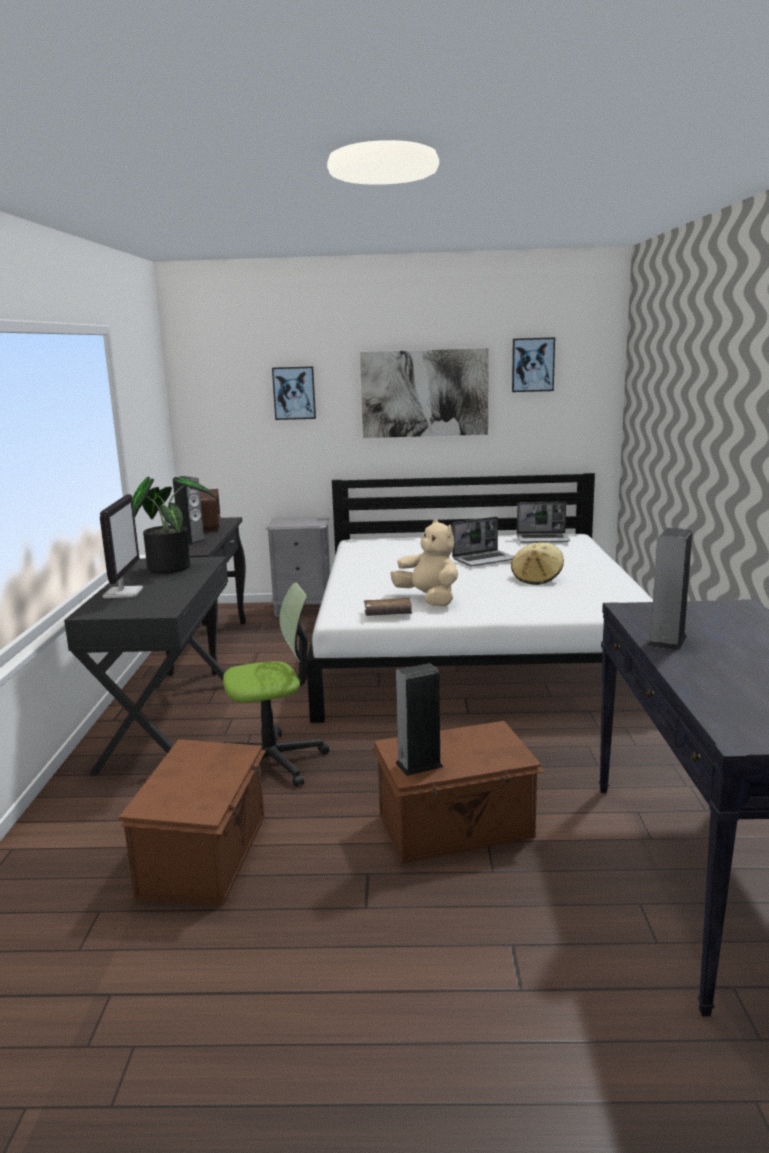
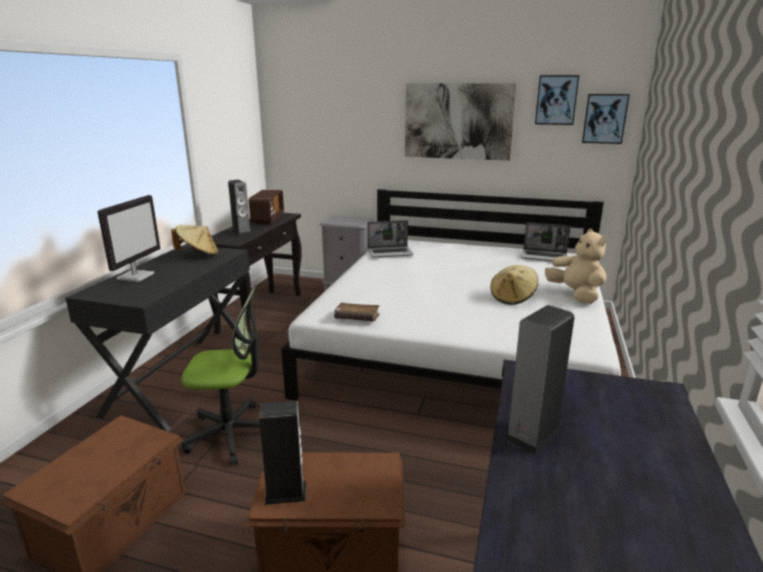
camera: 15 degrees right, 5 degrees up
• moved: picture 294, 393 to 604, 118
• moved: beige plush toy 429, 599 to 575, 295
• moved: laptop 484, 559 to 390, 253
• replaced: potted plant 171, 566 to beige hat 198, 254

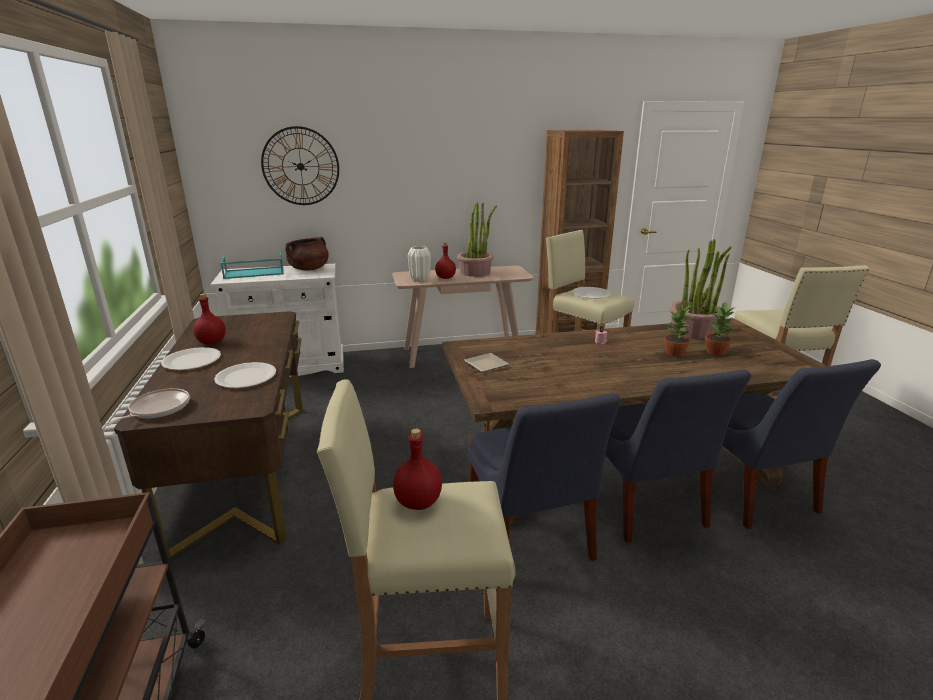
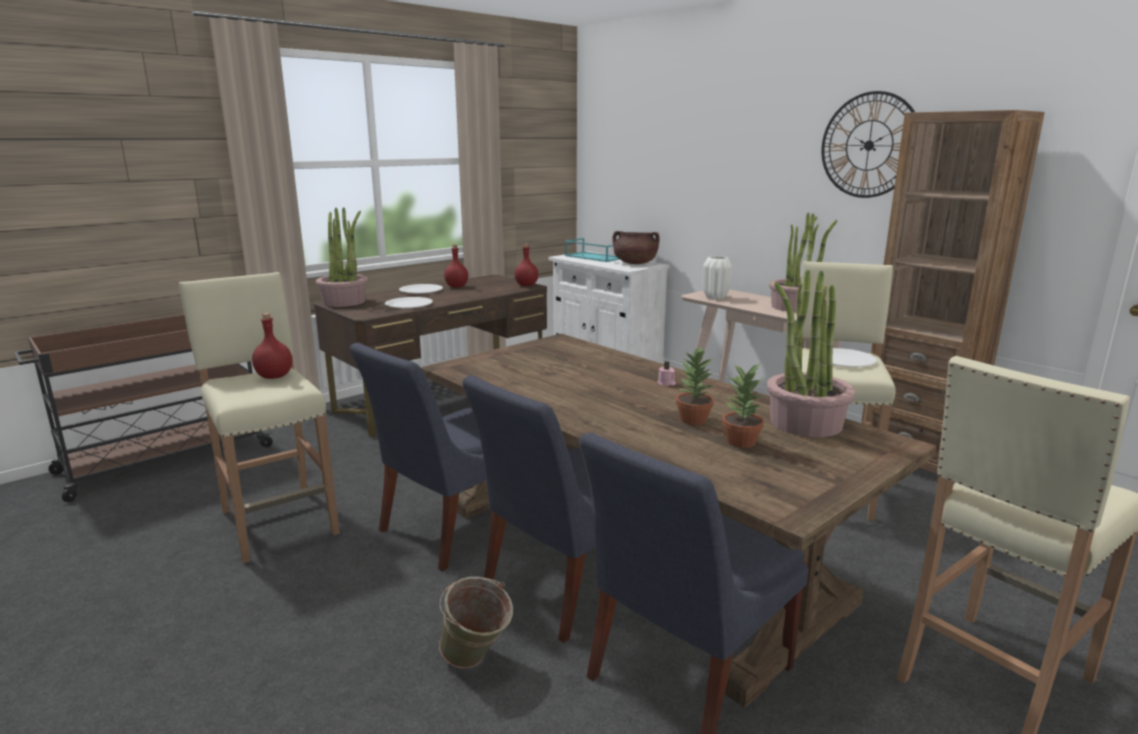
camera: 60 degrees right, 5 degrees down
• removed: plate 488, 365
• added: green bucket 476, 662
• moved: wall clock 300, 166 to 869, 145
• moved: red bottle 446, 278 to 527, 285
• replaced: frying pan 157, 409 to potted plant 344, 302

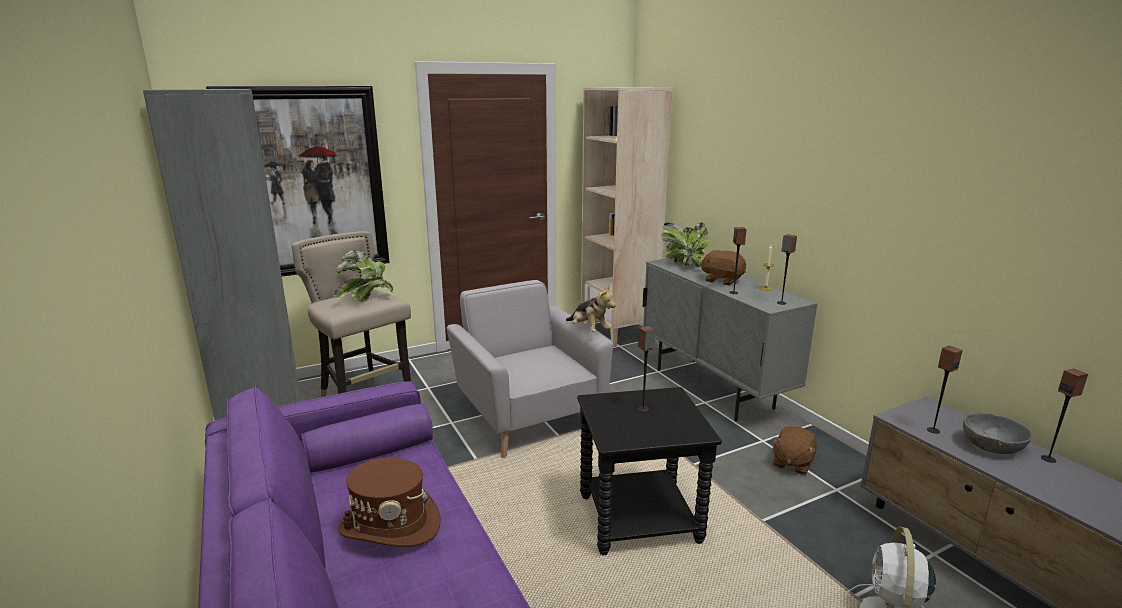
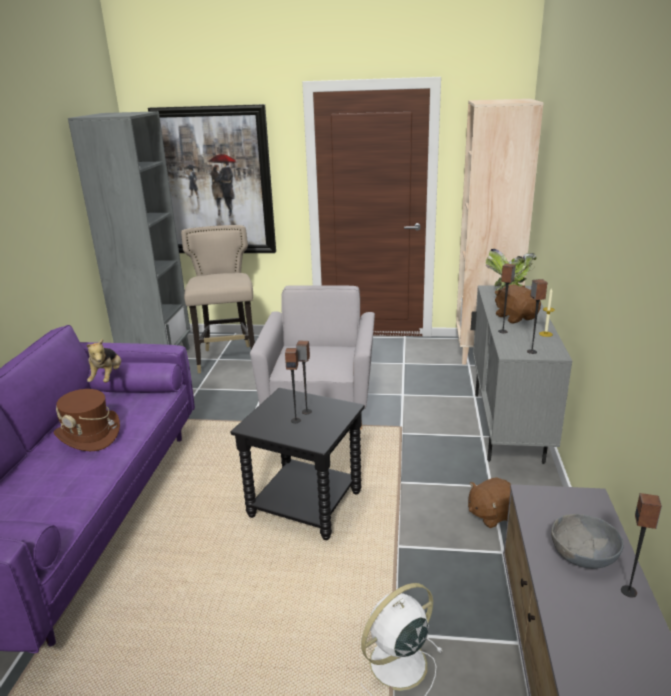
camera: 35 degrees right, 5 degrees up
• removed: potted plant 366, 299
• moved: plush toy 589, 330 to 107, 378
• moved: speaker 933, 430 to 296, 420

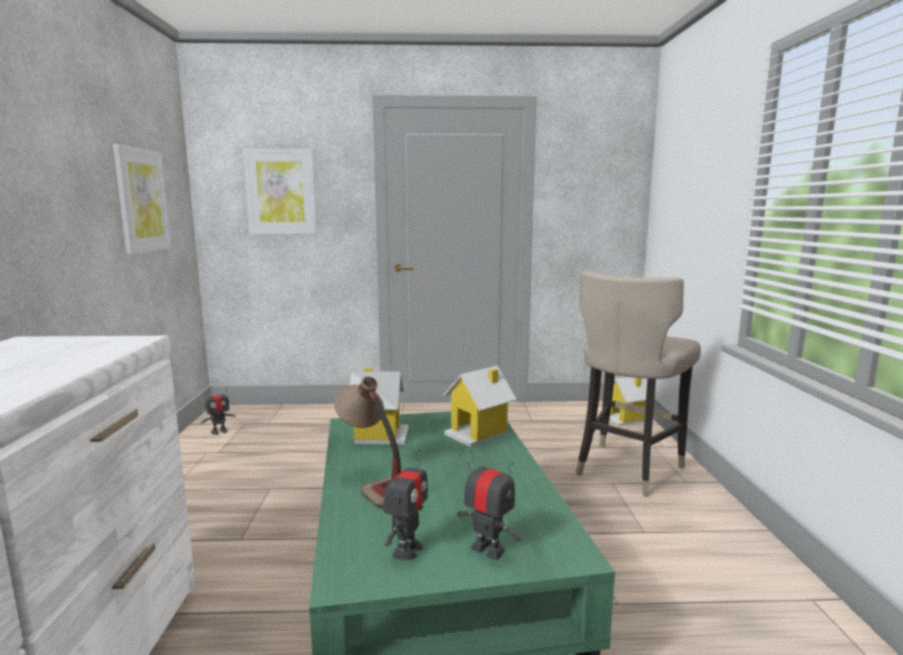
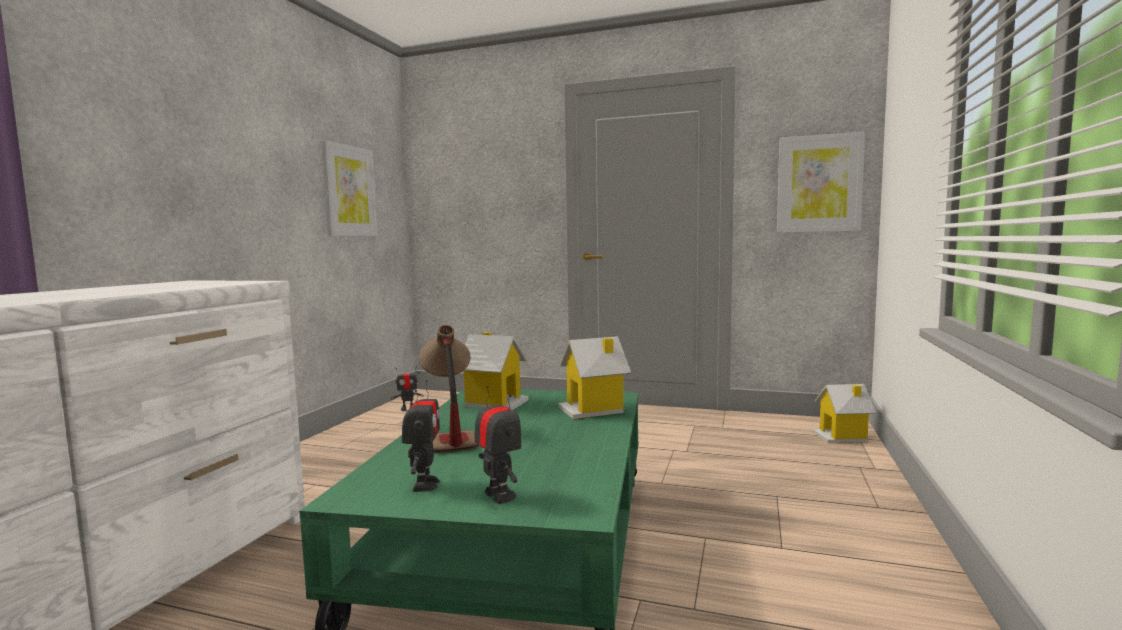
camera: 20 degrees right, 5 degrees down
• removed: beige stool 626, 468
• moved: picture 281, 192 to 819, 184
• turned: toy robot 407, 549 = 424, 484 45 degrees counterclockwise

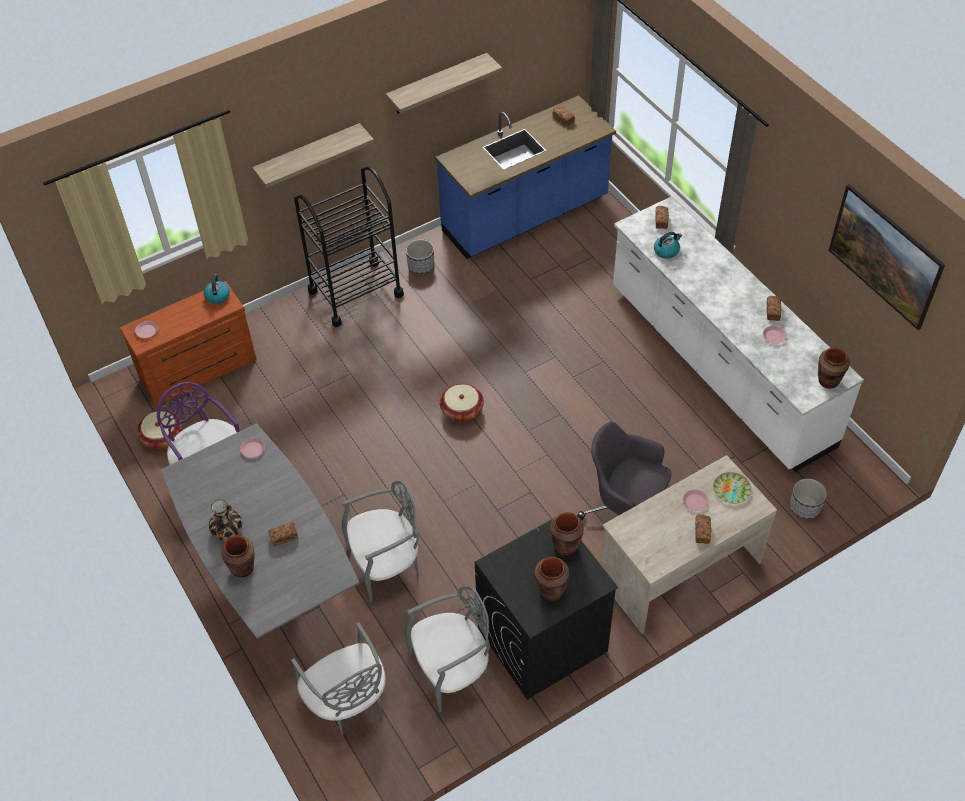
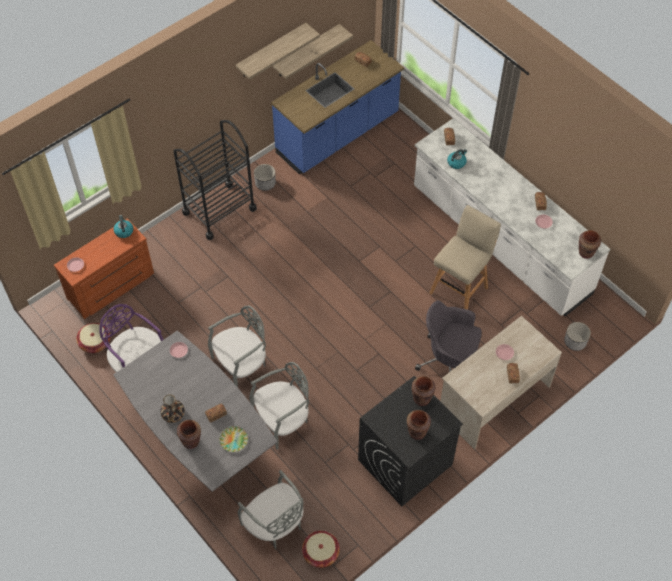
camera: 10 degrees left, 5 degrees up
• removed: picture 879, 272
• added: beige stool 460, 289
• moved: shelf 308, 156 to 306, 51
• moved: grey chair 452, 670 to 241, 365
• moved: basket 462, 410 to 320, 553
• moved: plate 732, 490 to 234, 440

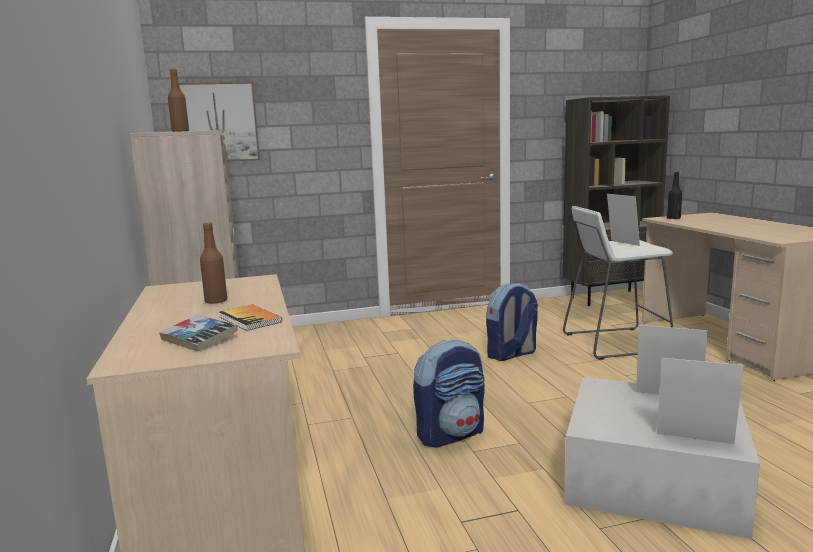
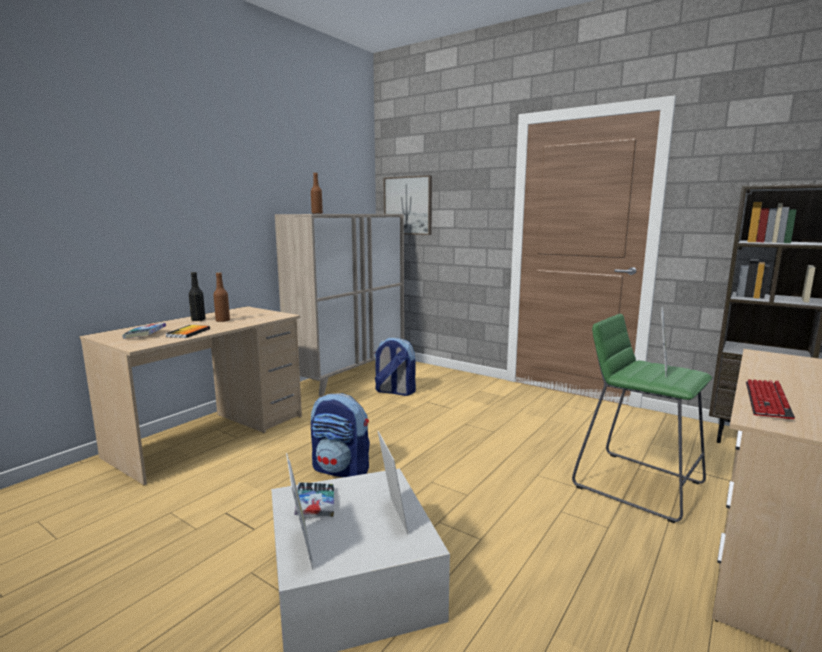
camera: 50 degrees right, 0 degrees up
• added: book 315, 504
• added: keyboard 767, 400
• moved: backpack 511, 354 to 394, 391
• moved: black bottle 673, 218 to 198, 320
• recoloured: white stool 615, 343 to green stool 637, 484

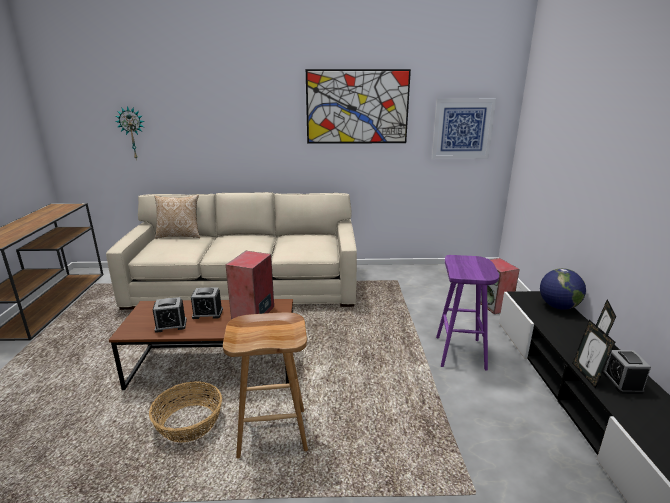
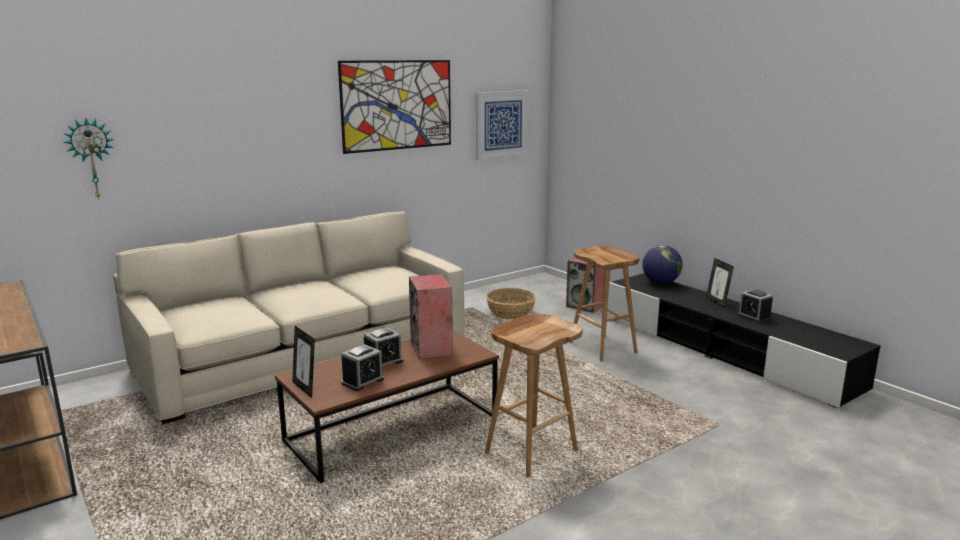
camera: 35 degrees left, 5 degrees down
• removed: pillow 179, 235
• moved: basket 189, 423 to 510, 313
• moved: picture frame 586, 375 to 305, 388
• recoloured: purple stool 461, 353 to brown stool 603, 347

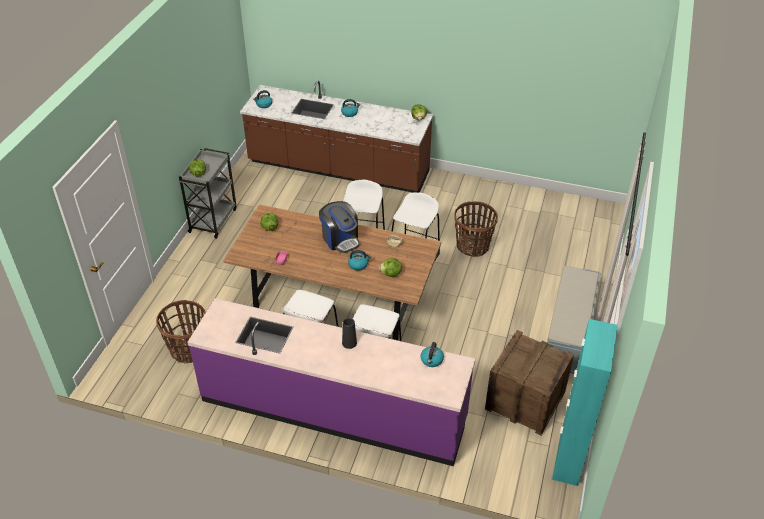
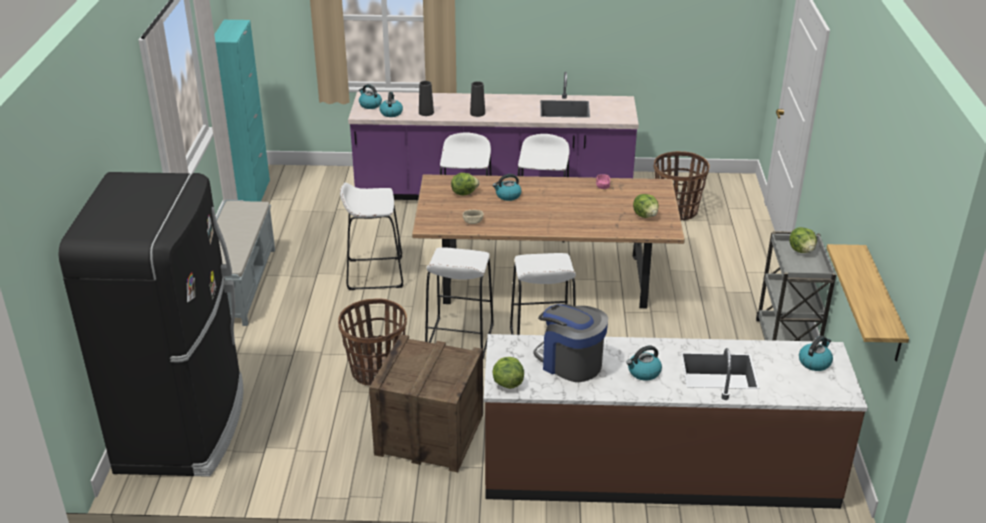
camera: 165 degrees right, 10 degrees down
• added: black fridge 184, 426
• added: white stool 375, 273
• added: kettle 370, 105
• added: black vase 426, 112
• added: shelf 882, 304
• moved: coffee machine 340, 239 to 570, 362
• moved: crate 525, 401 to 429, 435

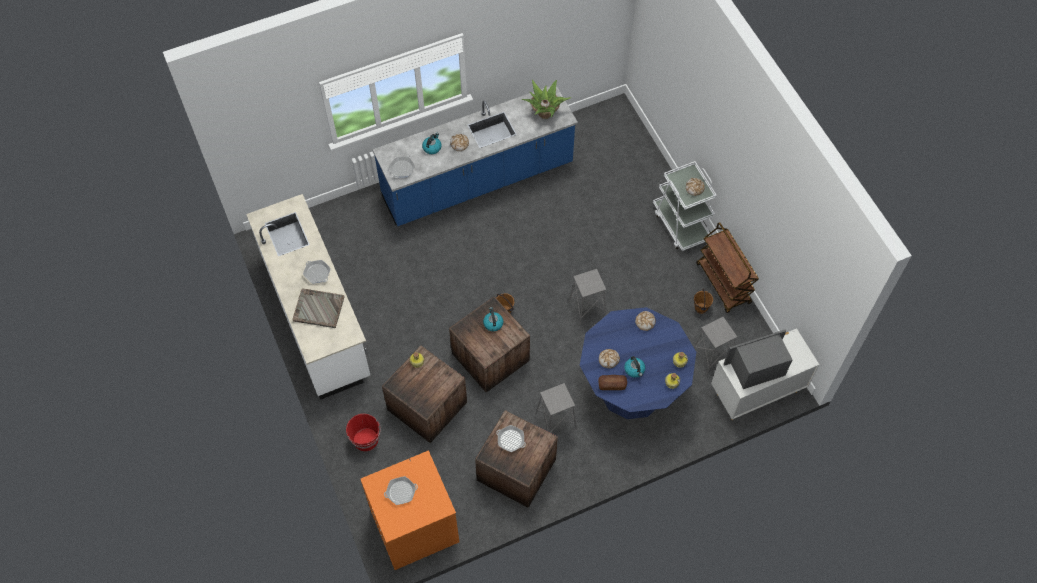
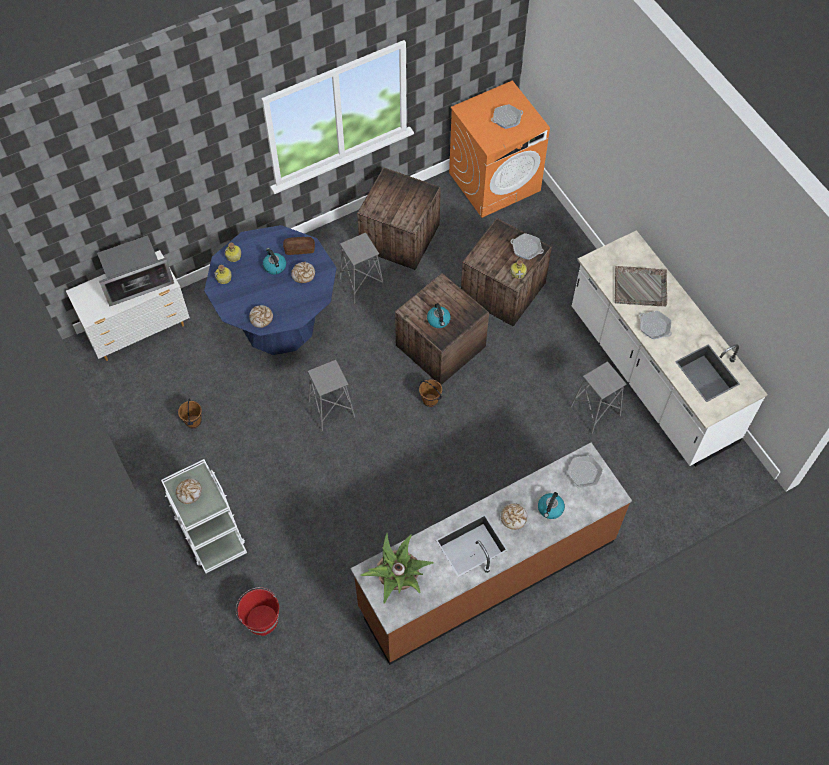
camera: 175 degrees right, 0 degrees up
• removed: brown cart 723, 284
• moved: red bucket 366, 439 to 261, 619
• moved: frying pan 511, 440 to 526, 248
• moved: grey stool 711, 357 to 595, 411
• recoloured: blue counter 478, 182 to brown counter 487, 573

